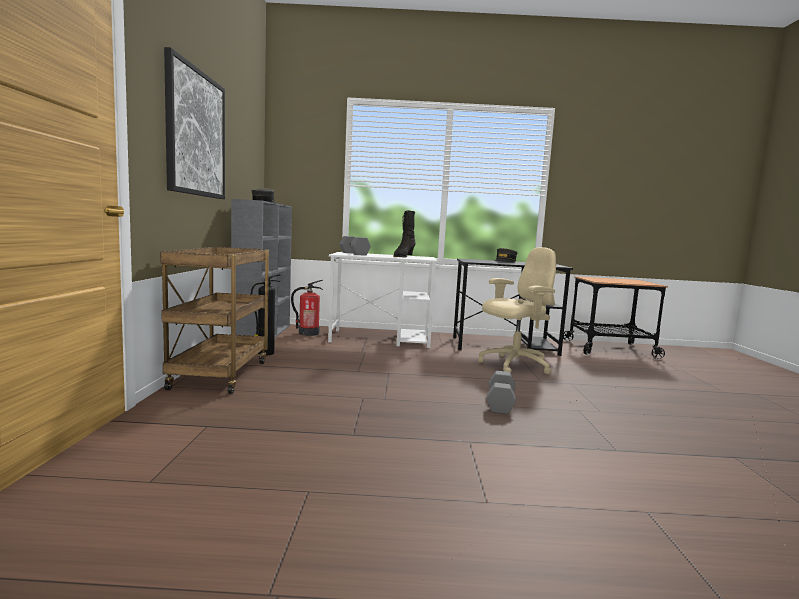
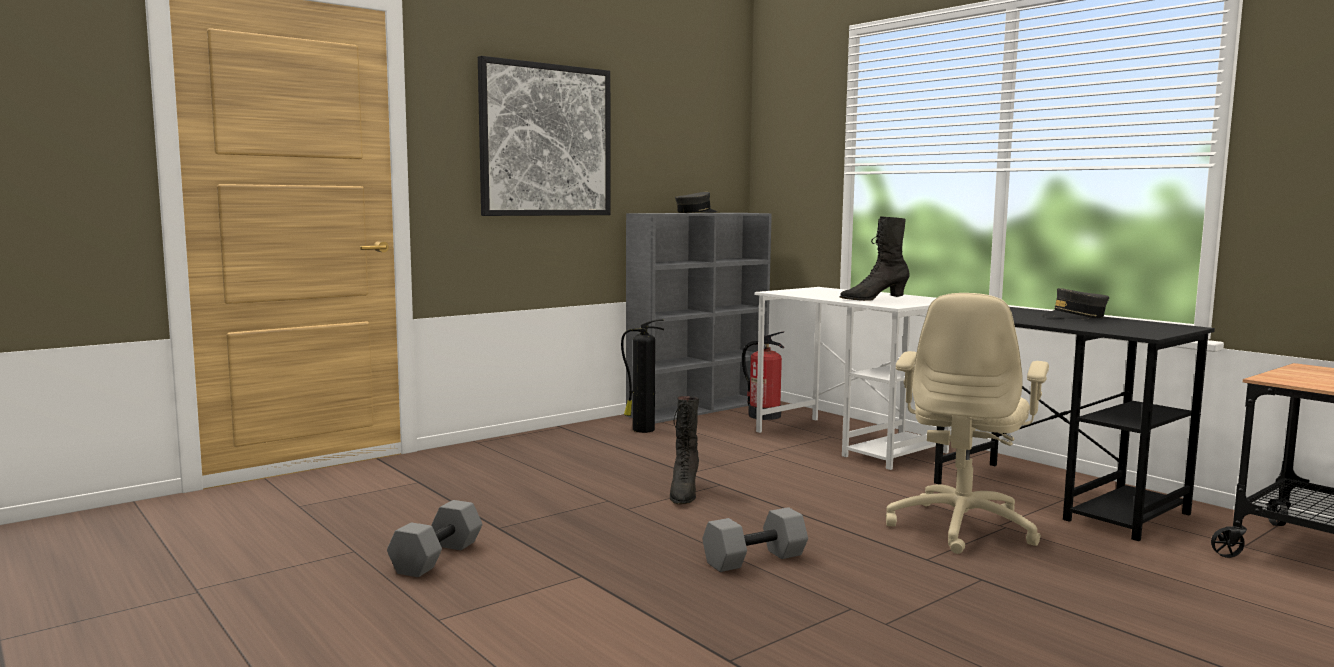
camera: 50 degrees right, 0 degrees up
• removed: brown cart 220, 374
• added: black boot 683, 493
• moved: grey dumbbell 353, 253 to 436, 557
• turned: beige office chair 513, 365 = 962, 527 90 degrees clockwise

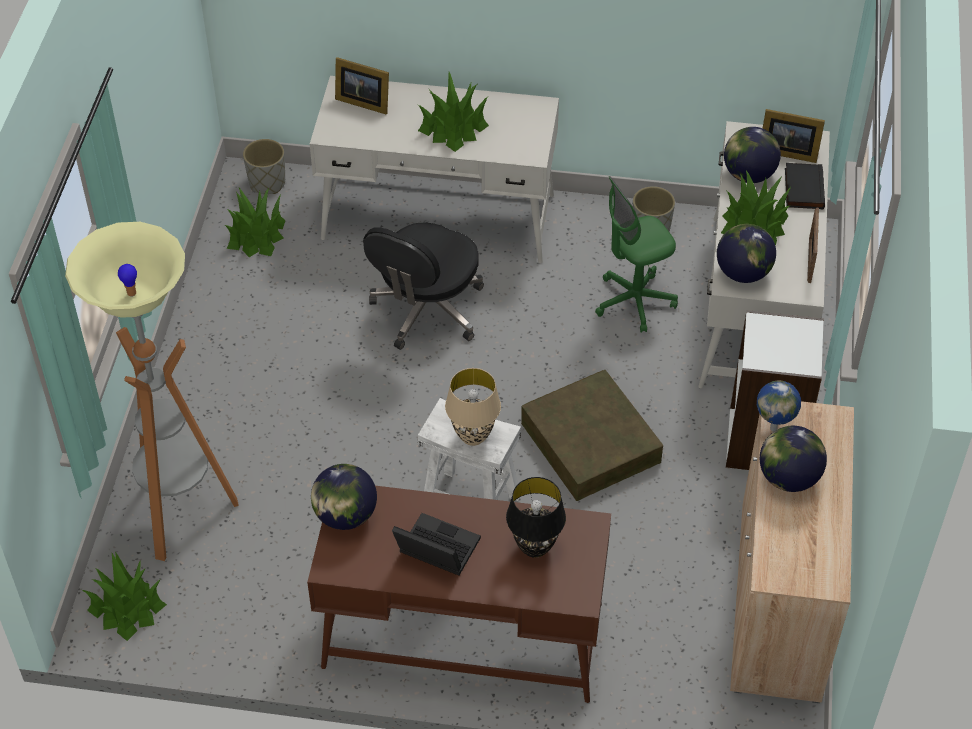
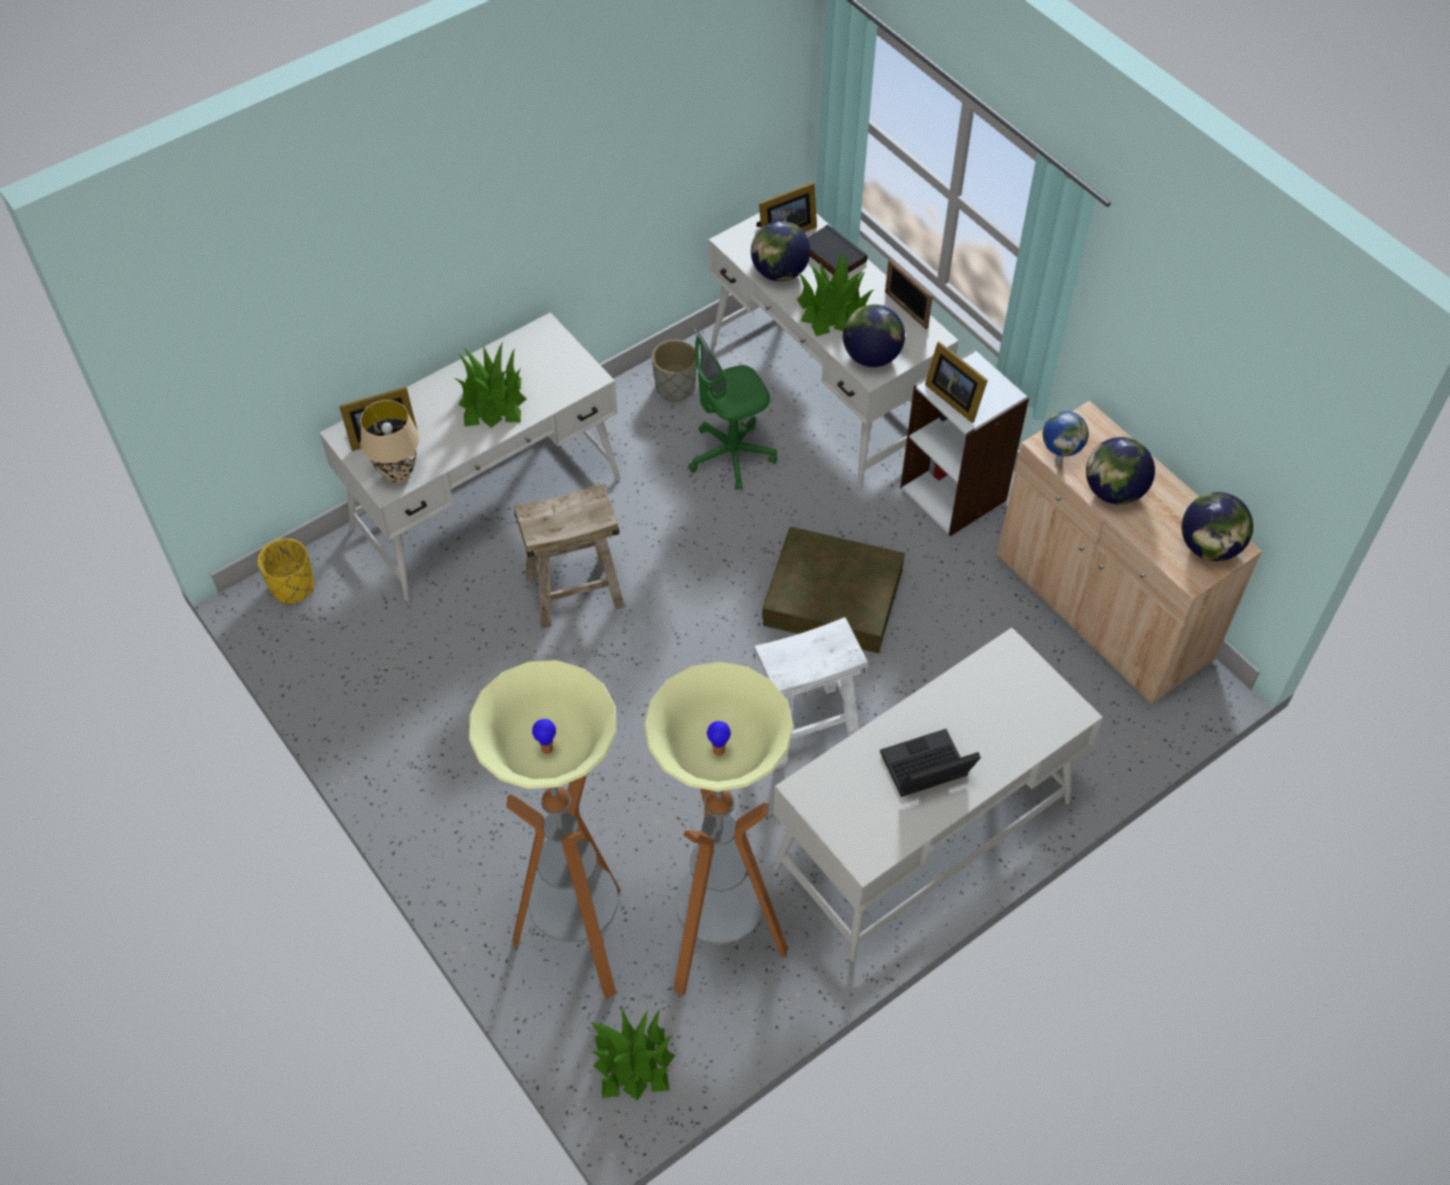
camera: 45 degrees left, 5 degrees up
• removed: potted plant 256, 235
• removed: black table lamp 535, 548
• added: floor lamp 720, 943
• added: picture frame 953, 397
• moved: globe 345, 516 to 1209, 547
• moved: beige table lamp 473, 436 to 398, 473
• replaced: black office chair 426, 310 to beige stool 574, 592
• recoloured: grey planter 267, 183 to yellow planter 292, 587
• recoloured: brown desk 462, 634 to white desk 922, 833
• turned: green office chair 634, 301 = 731, 456 45 degrees clockwise

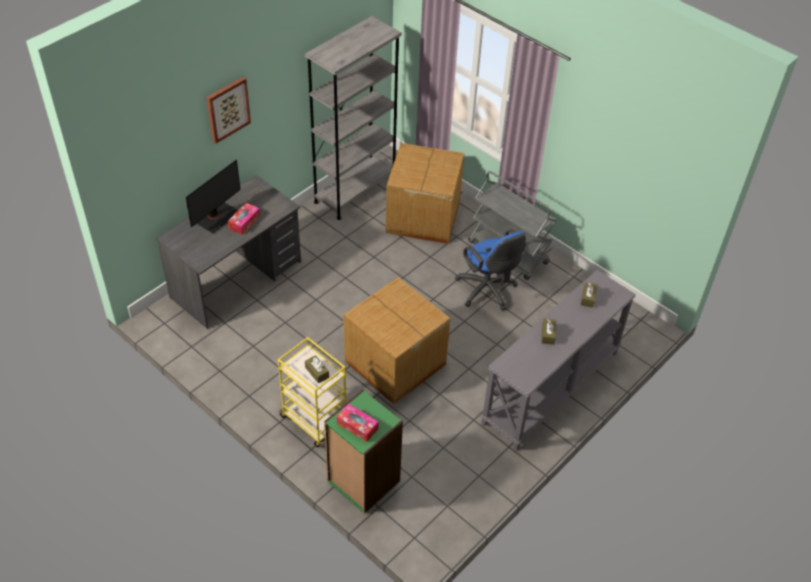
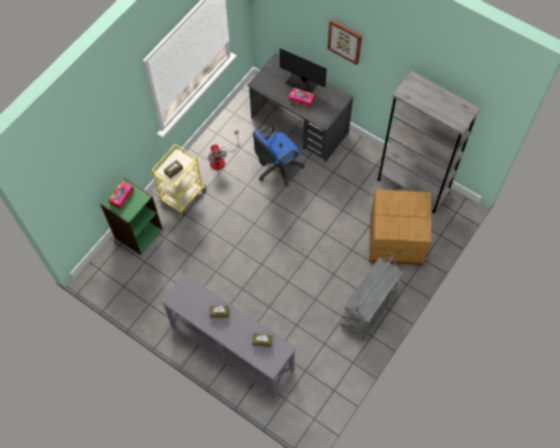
camera: 85 degrees right, 15 degrees up
• removed: cardboard box 395, 364
• added: fan 221, 159
• moved: blue office chair 488, 291 to 276, 169

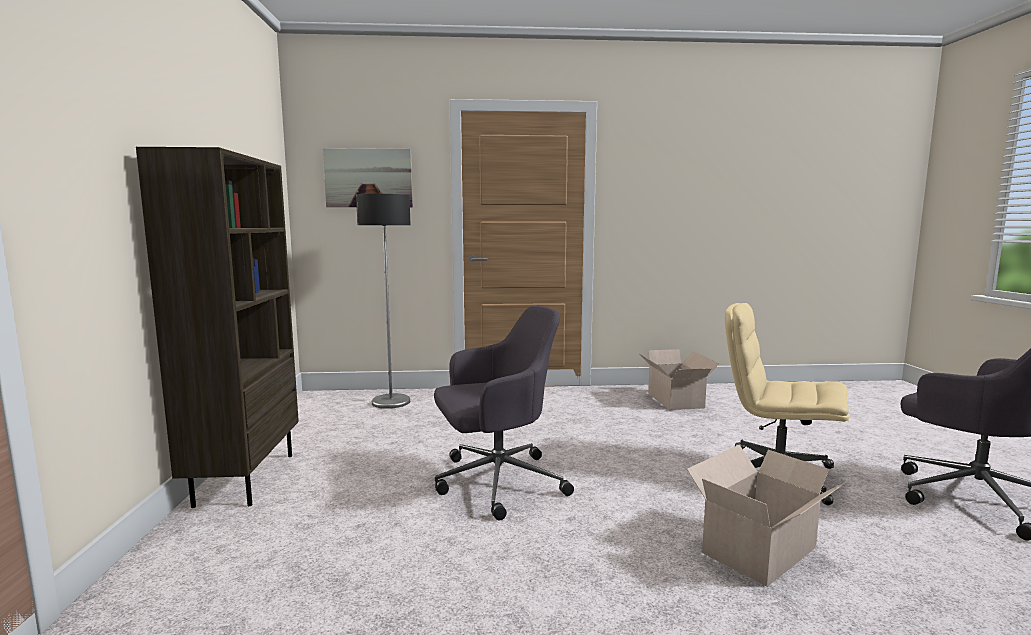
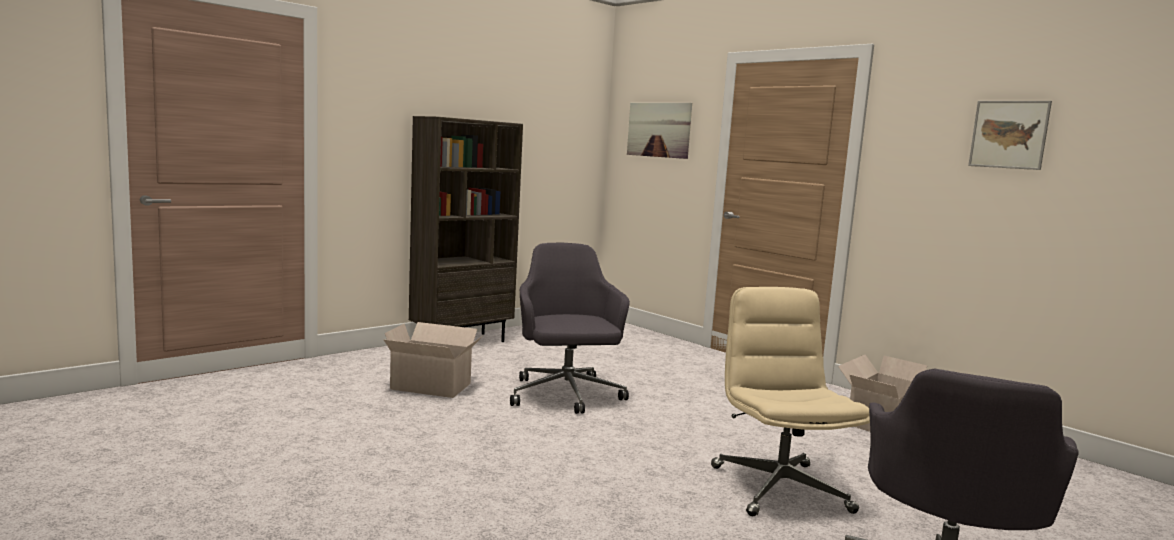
camera: 50 degrees right, 0 degrees up
• removed: floor lamp 391, 402
• added: picture 1009, 134
• moved: cardboard box 762, 549 to 432, 387
• turned: grey office chair 496, 482 = 565, 395 135 degrees counterclockwise

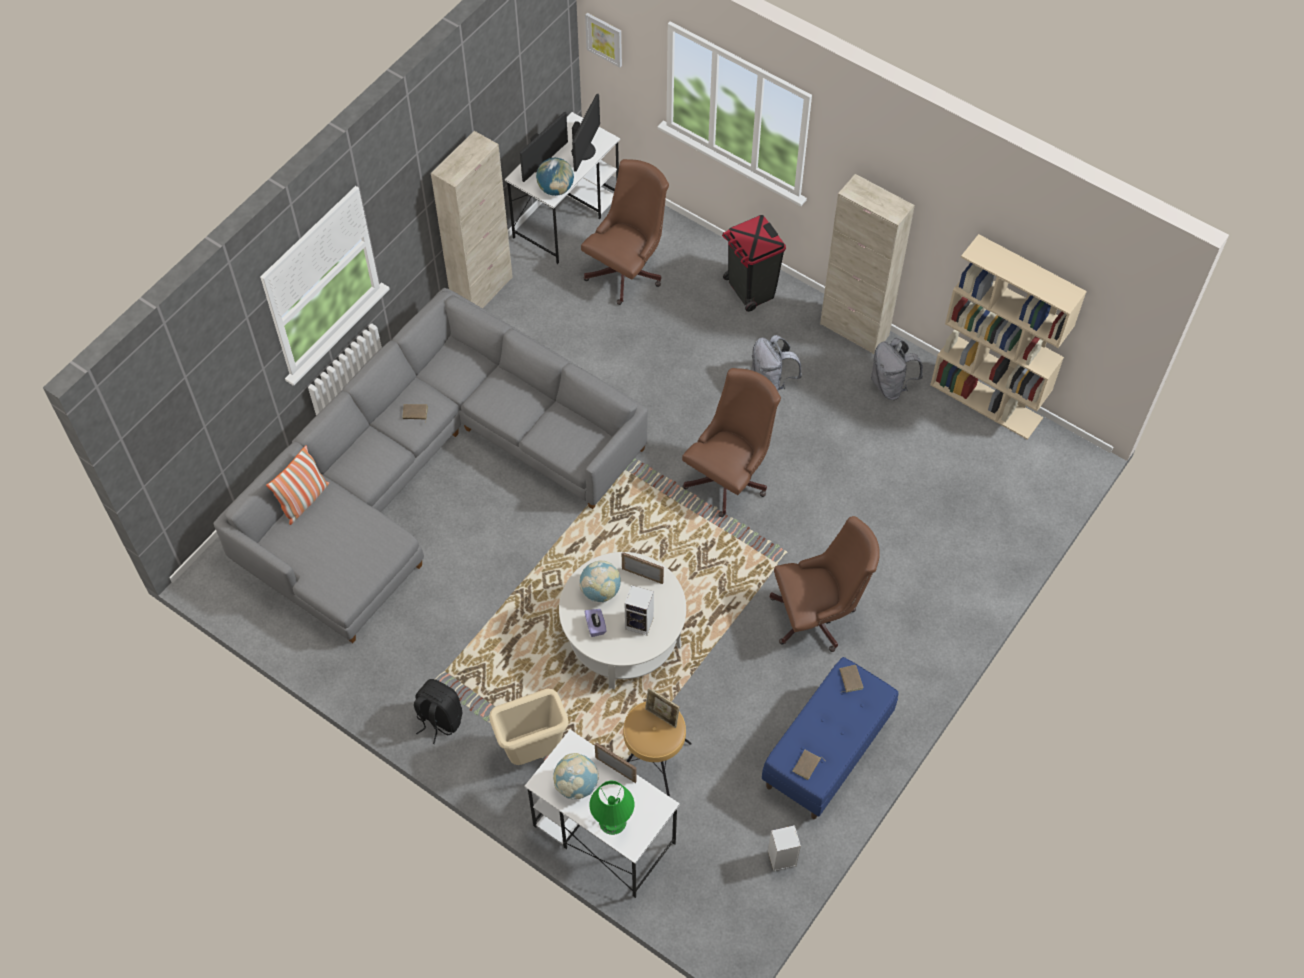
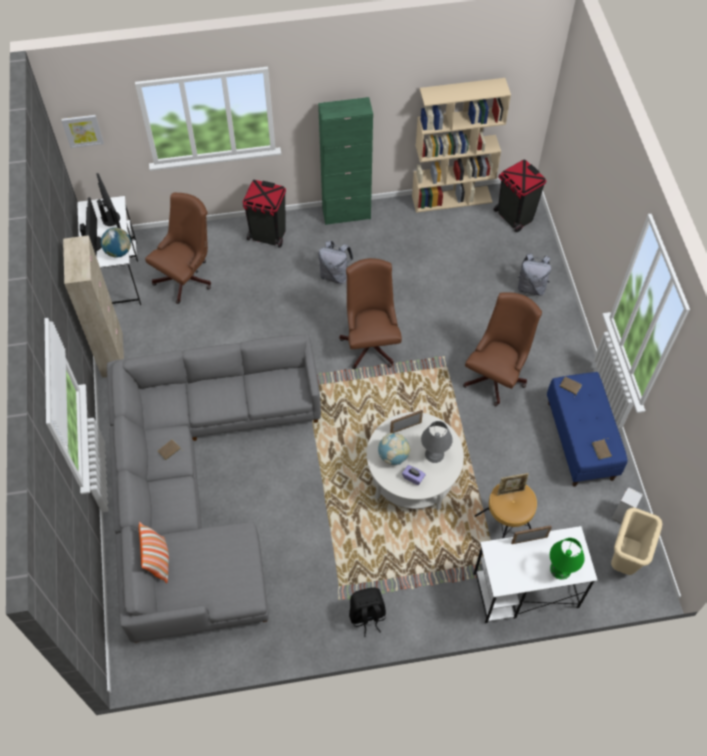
camera: 45 degrees left, 0 degrees up
• removed: globe 576, 784
• added: black trash can 514, 217
• moved: beige trash can 532, 752 to 623, 560
• moved: grey backpack 891, 385 to 531, 287
• replaced: speaker 640, 623 to grey table lamp 434, 454
• recoloured: beige cabinet 854, 330 to green cabinet 346, 214
• turned: brown office chair 628, 270 = 187, 277 45 degrees clockwise

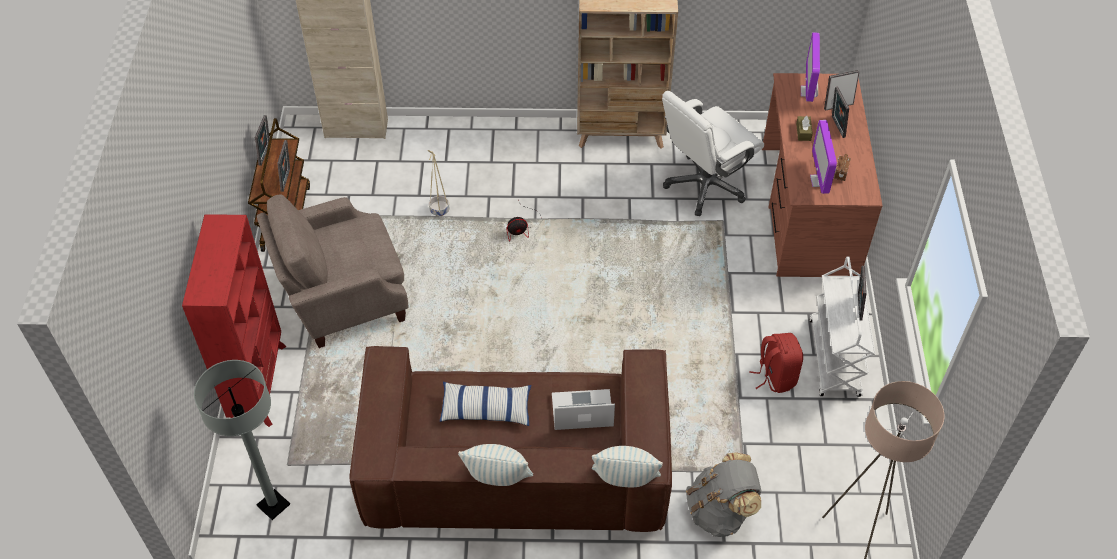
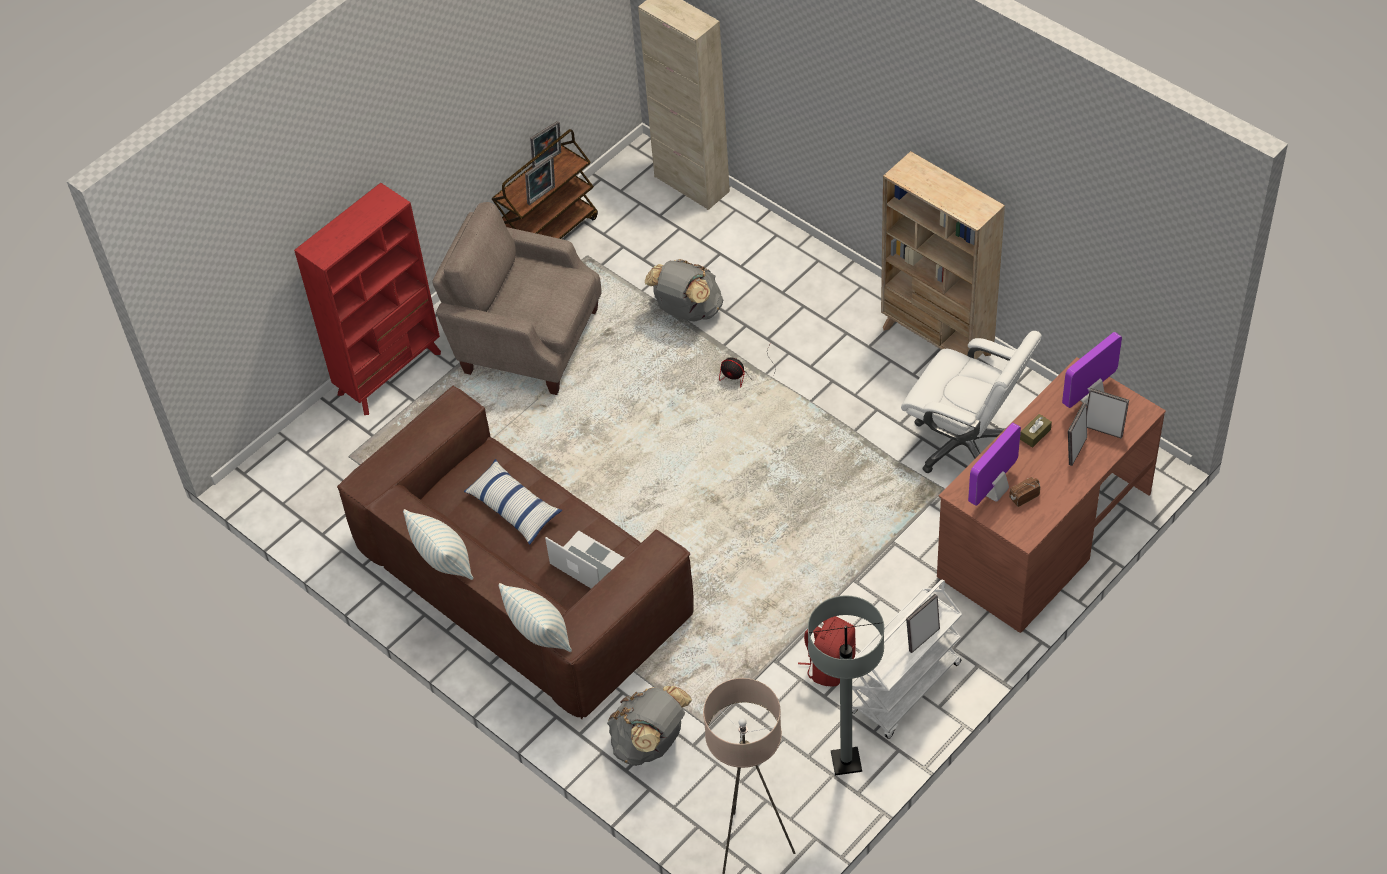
camera: 45 degrees right, 0 degrees up
• moved: grey floor lamp 273, 505 to 846, 762
• replaced: beige planter 439, 210 to grey backpack 687, 311
• turned: white office chair 705, 185 = 965, 444 150 degrees counterclockwise

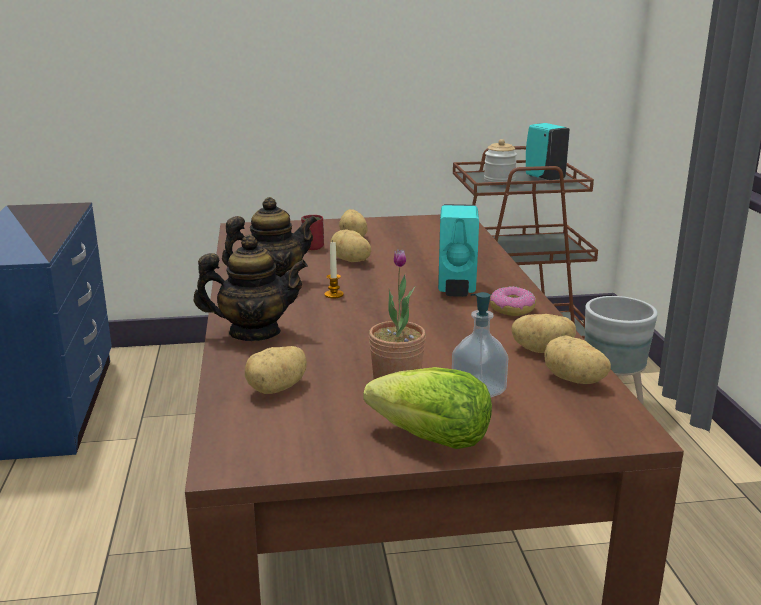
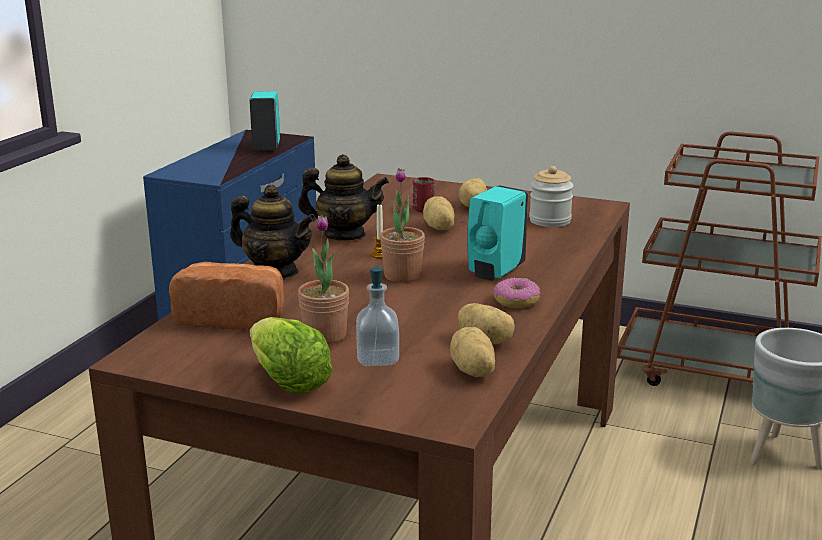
camera: 30 degrees right, 0 degrees up
• added: potted plant 402, 276
• moved: jar 499, 181 to 550, 221
• moved: turquoise soap dispenser 543, 178 to 266, 147
• replaced: potato 278, 389 to bread 234, 318

